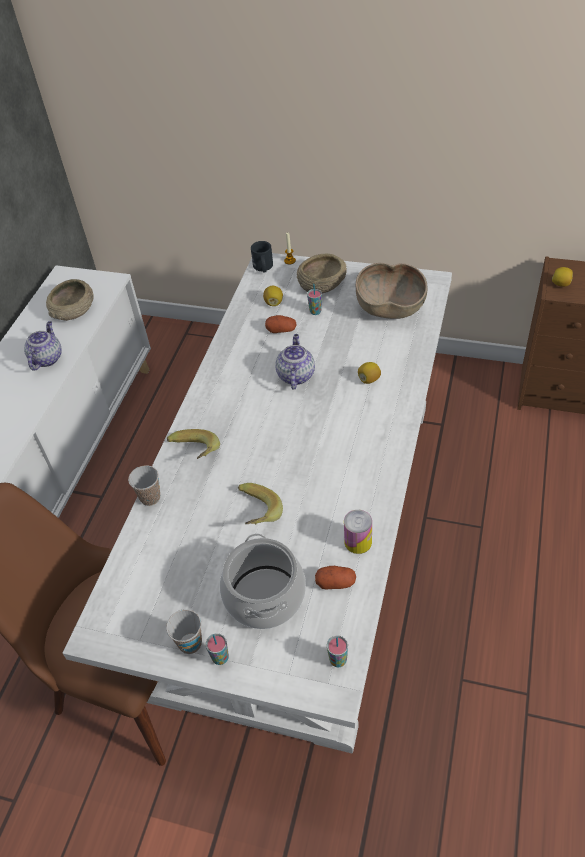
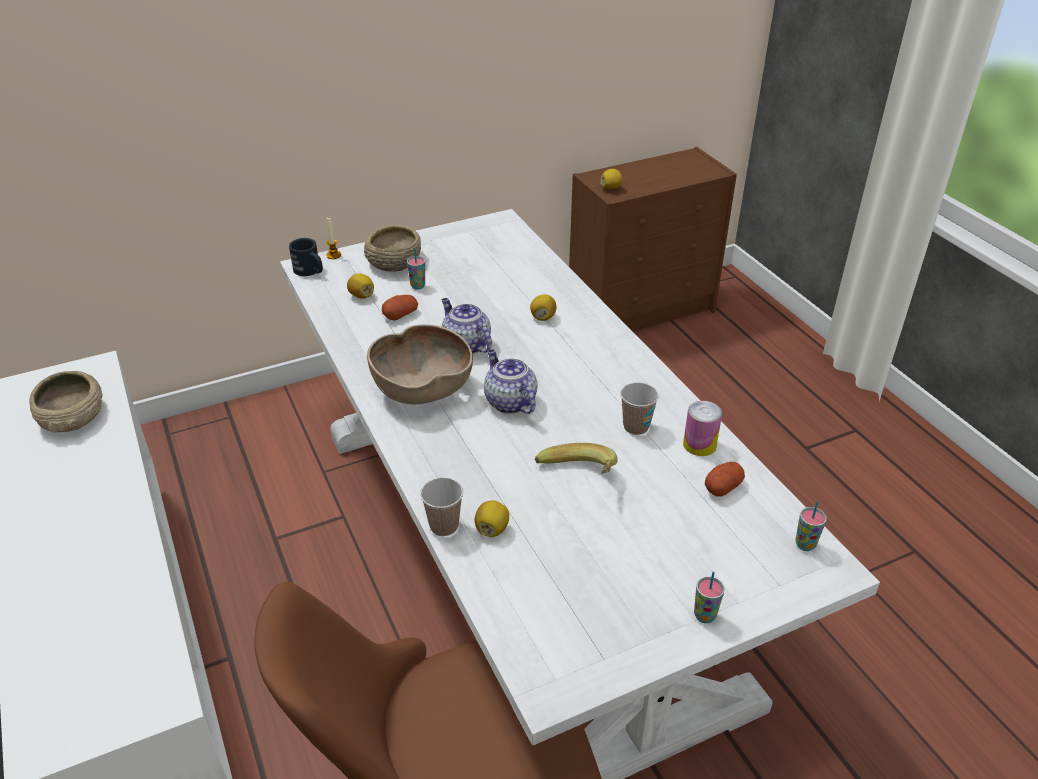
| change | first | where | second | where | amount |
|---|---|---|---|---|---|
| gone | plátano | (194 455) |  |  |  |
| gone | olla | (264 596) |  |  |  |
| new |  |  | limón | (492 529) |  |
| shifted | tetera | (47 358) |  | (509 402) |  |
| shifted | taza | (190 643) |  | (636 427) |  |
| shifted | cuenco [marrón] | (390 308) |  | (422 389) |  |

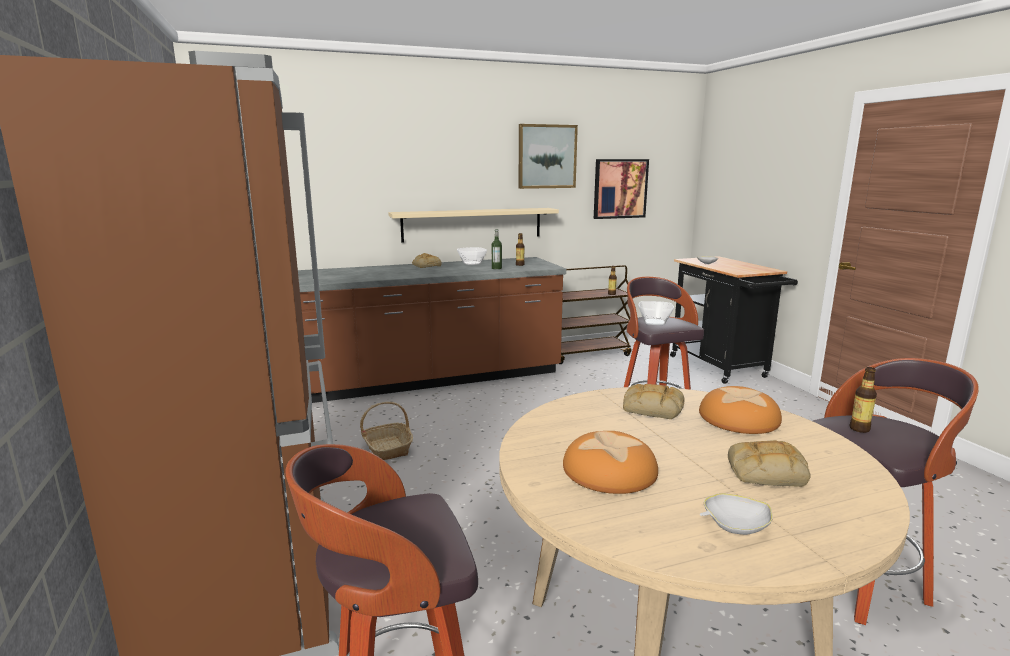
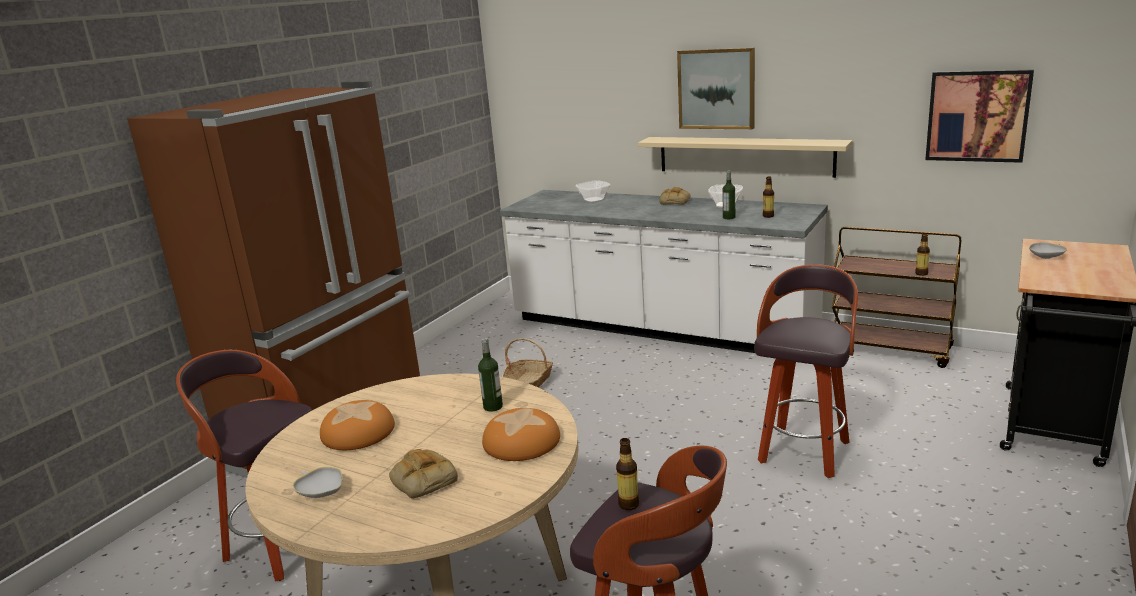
| change | first | where | second | where | amount |
|---|---|---|---|---|---|
| shifted | cuadro | (547 156) |  | (716 89) |  |
| shifted | cuenco | (655 322) |  | (593 200) |  |
| swapped | pan | (652 408) | botella | (493 407) |  |
| repainted | mueble bajo de cocina [marrón] | (425 380) | mueble bajo de cocina [blanco] | (660 328) |  |

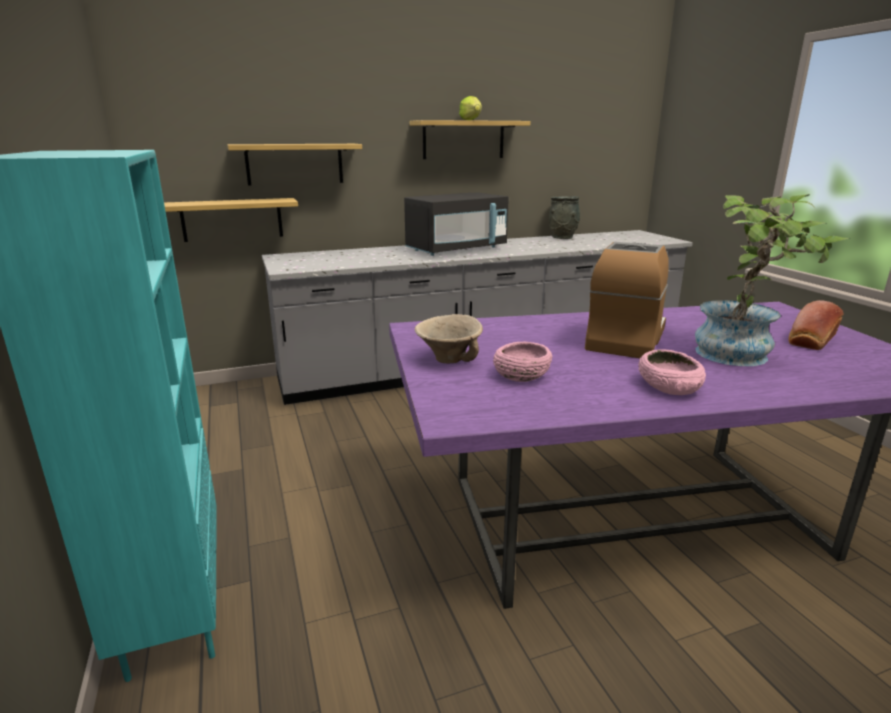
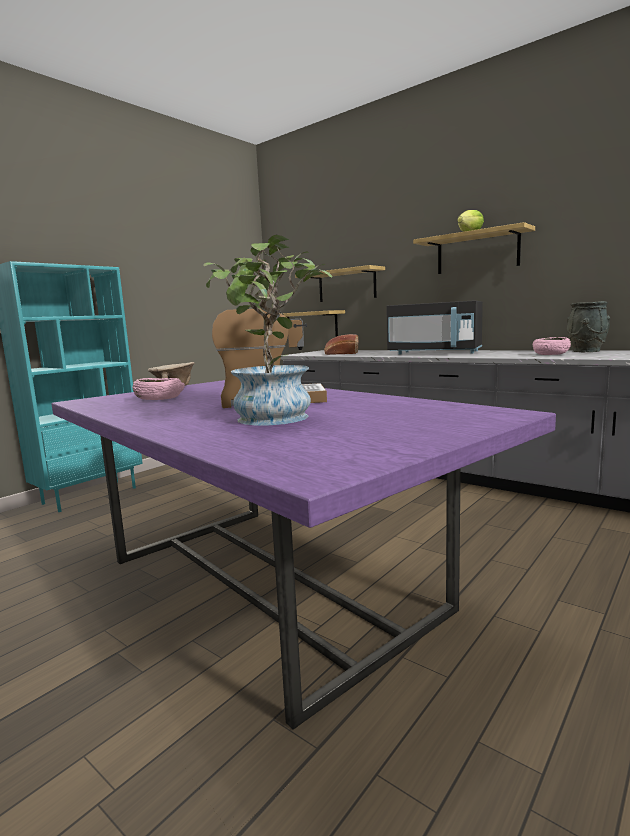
| change | first | where | second | where | amount |
|---|---|---|---|---|---|
| shifted | cuenco [rosa] | (669 386) |  | (551 354) |  |
| shifted | pan | (811 340) |  | (340 353) |  |

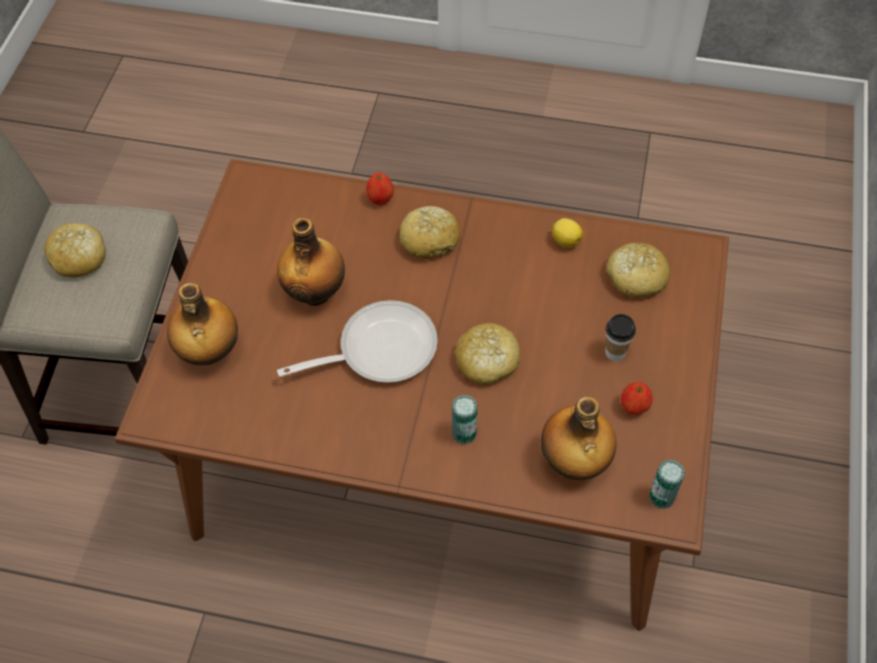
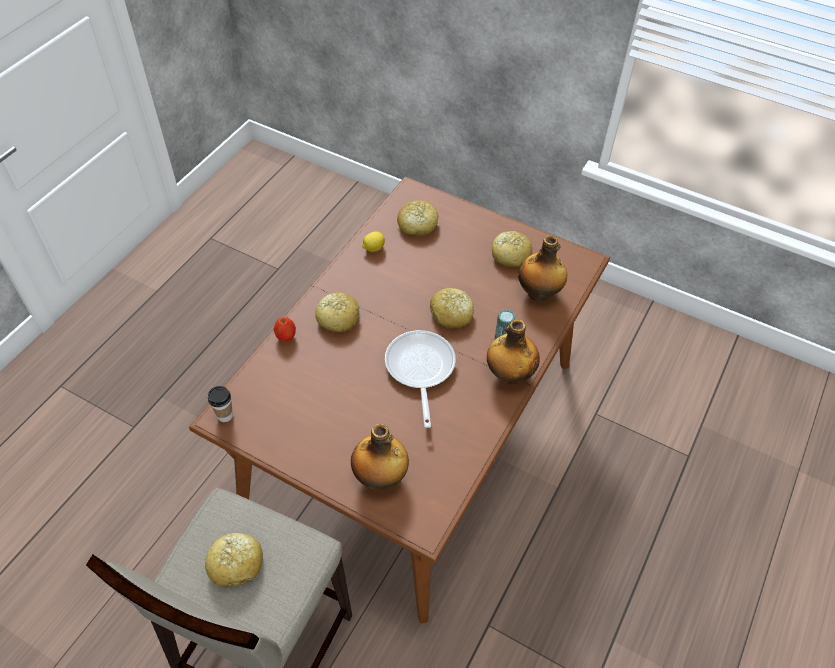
| change | first | where | second | where | amount |
|---|---|---|---|---|---|
| gone | lata | (661 497) |  |  |  |
| shifted | botella | (316 291) |  | (509 374) |  |
| shifted | taza | (615 352) |  | (225 415) |  |
| swapped | manzana | (633 407) | pan | (510 254) |  |

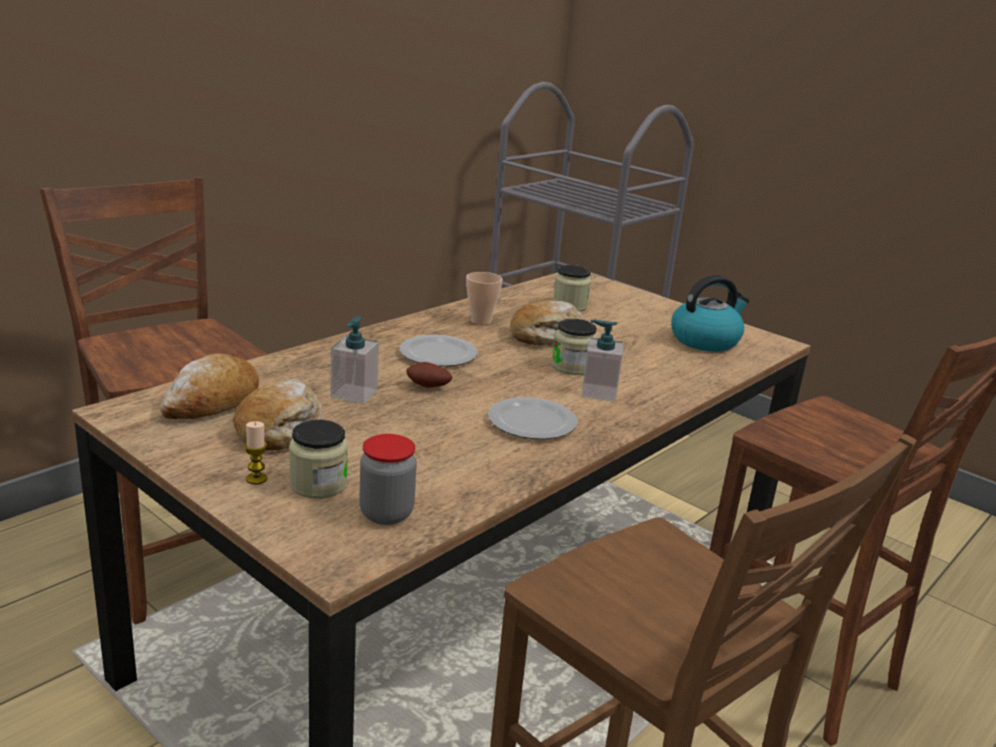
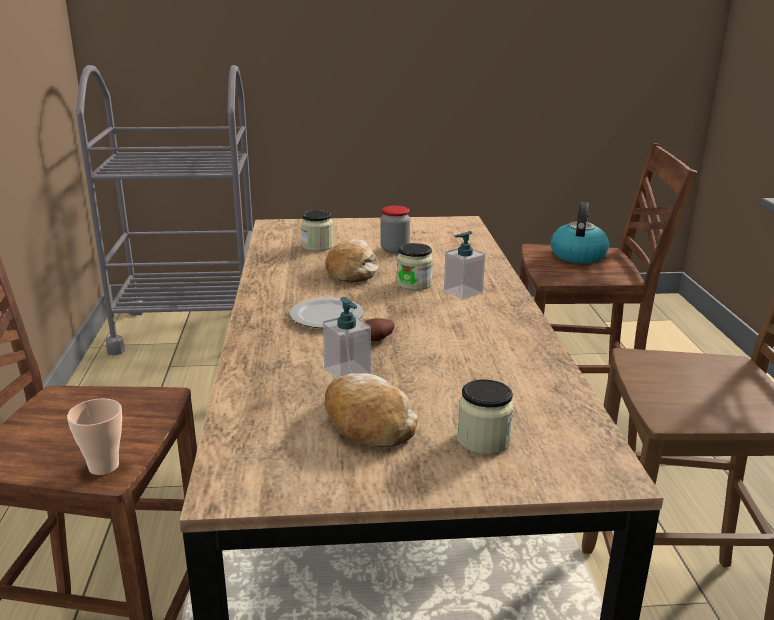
| change | first | where | second | where | amount |
|---|---|---|---|---|---|
| gone | pan | (212 402) |  |  |  |
| gone | vela | (256 479) |  |  |  |
| gone | plato | (531 421) |  |  |  |
| shifted | tarro | (386 513) |  | (394 250) |  |
| shifted | taza | (480 321) |  | (103 466) |  |
| shifted | hervidor | (705 340) |  | (577 255) |  |

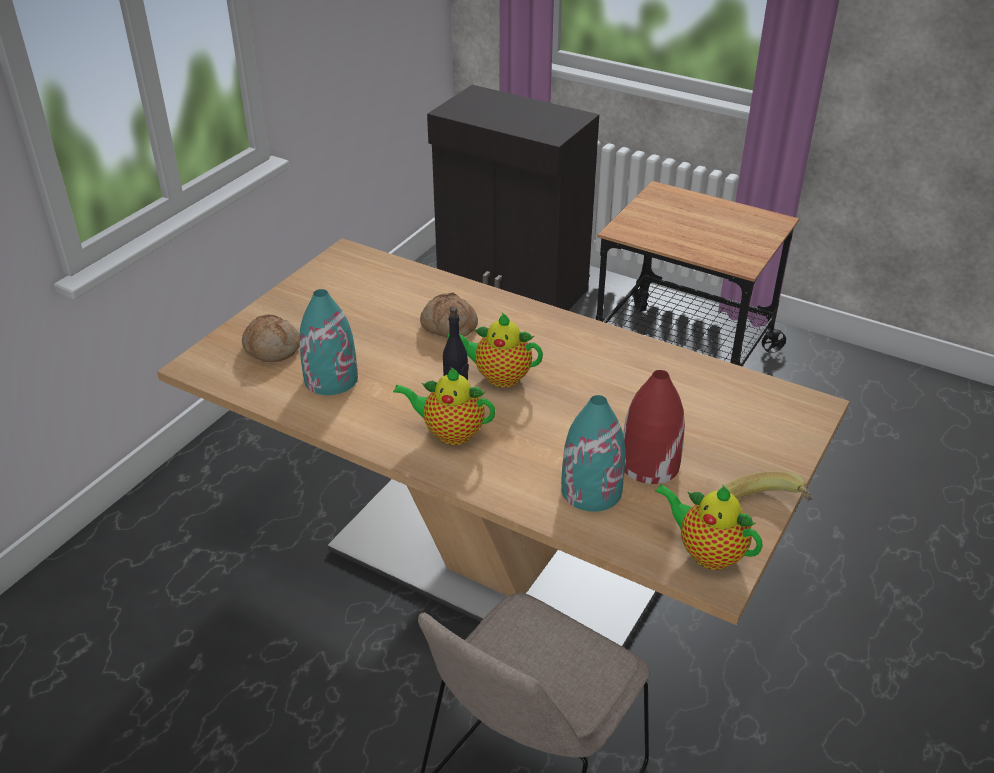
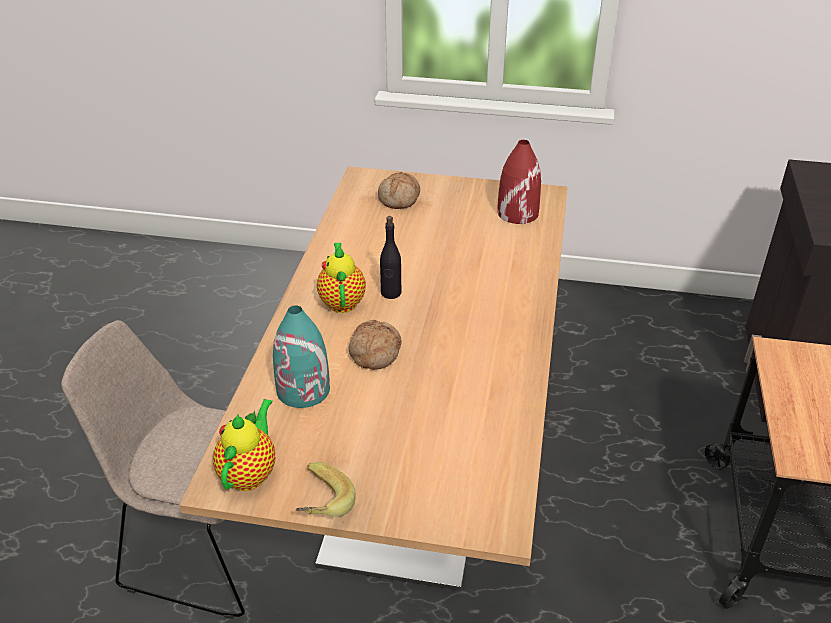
| change | first | where | second | where | amount |
|---|---|---|---|---|---|
| gone | florero [turquesa] | (331 379) |  |  |  |
| gone | tetera | (499 377) |  |  |  |
| shifted | pan | (448 326) |  | (374 352) |  |
| shifted | florero [rojo] | (649 464) |  | (517 213) |  |

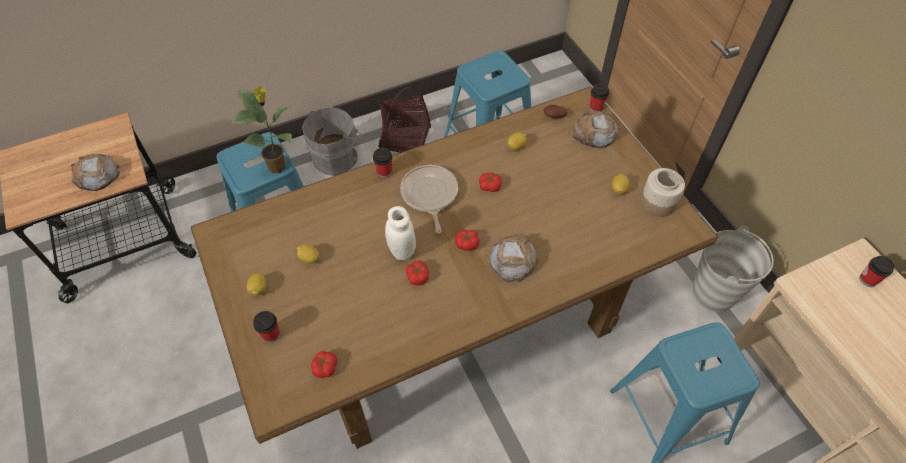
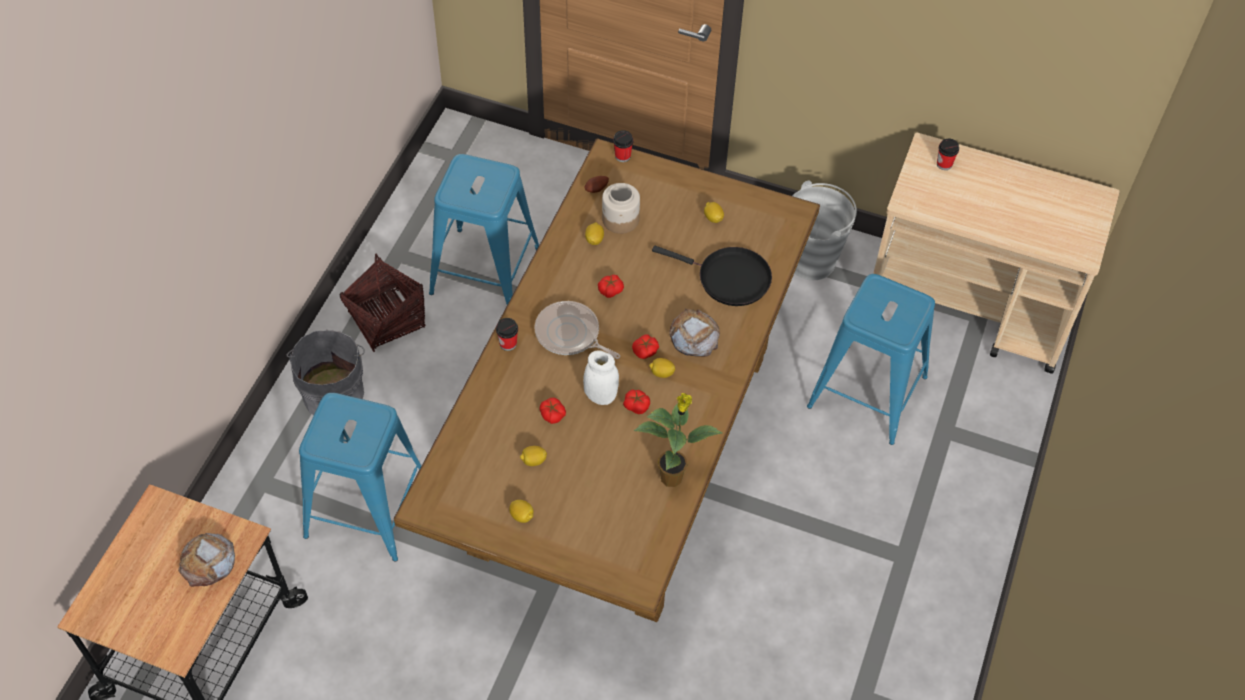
| change | first | where | second | where | amount |
|---|---|---|---|---|---|
| gone | taza | (271 334) |  |  |  |
| gone | pan | (594 133) |  |  |  |
| new |  |  | limón | (661 373) |  |
| new |  |  | sartén [negro] | (729 278) |  |
| shifted | planta en maceta | (278 167) |  | (672 476) |  |
| shifted | tomate | (325 367) |  | (552 414) |  |
| shifted | tarro | (657 202) |  | (620 220) |  |

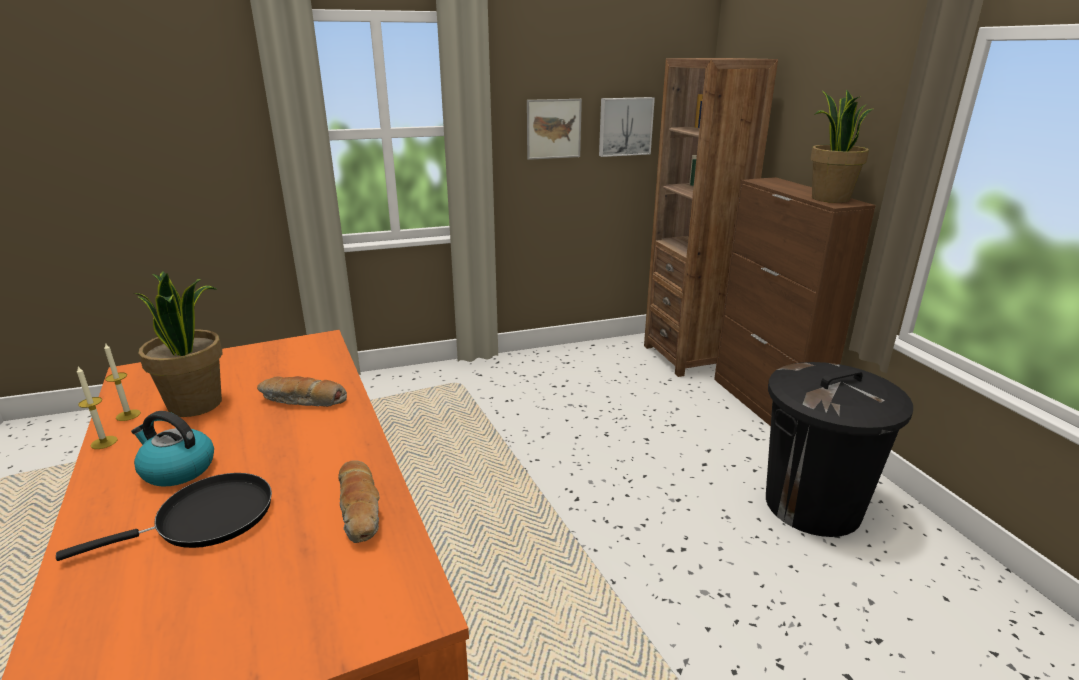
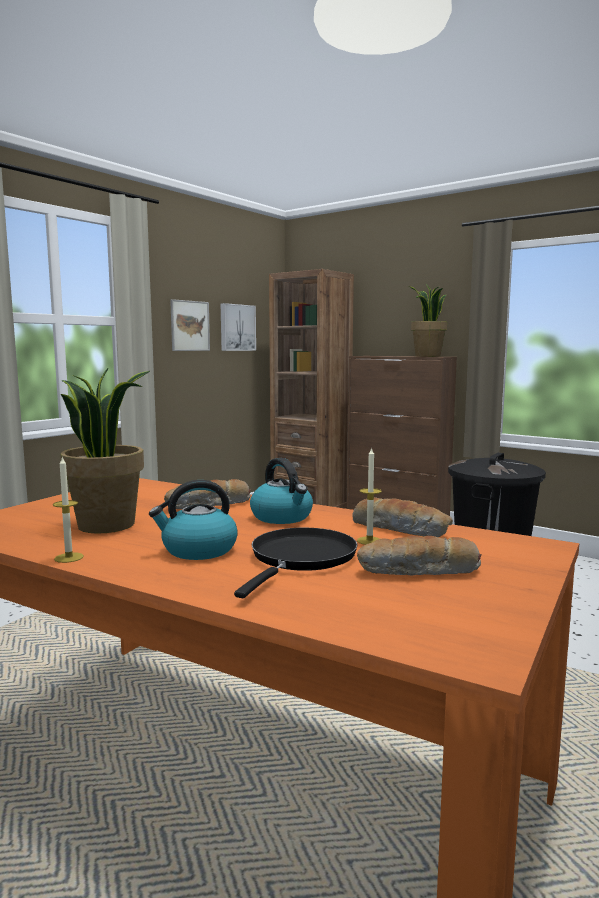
| change | first | where | second | where | amount |
|---|---|---|---|---|---|
| new |  |  | hervidor | (282 517) |  |
| new |  |  | pan | (419 572) |  |
| shifted | vela | (128 415) |  | (369 541) |  |

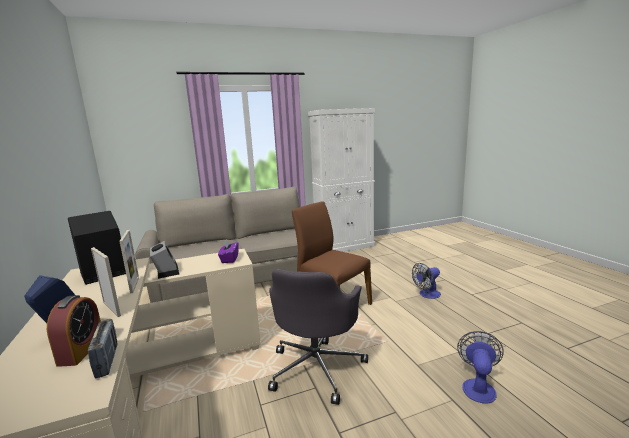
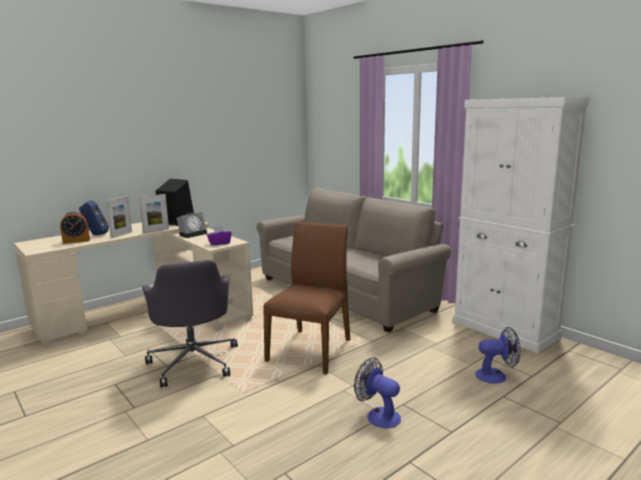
| change | first | where | second | where | amount |
|---|---|---|---|---|---|
| gone | radio | (107 360) |  |  |  |
| shifted | ventilador | (478 386) |  | (496 375) |  |
| rotated | silla de oficina [gris] | (317 367) |  | (194 361) | 105 degrees counterclockwise |

